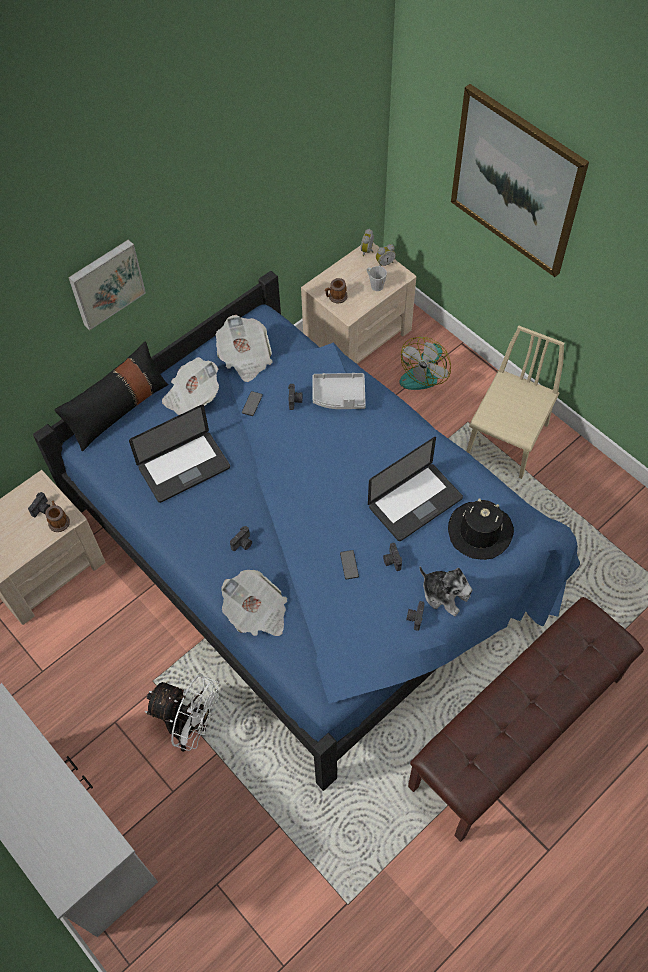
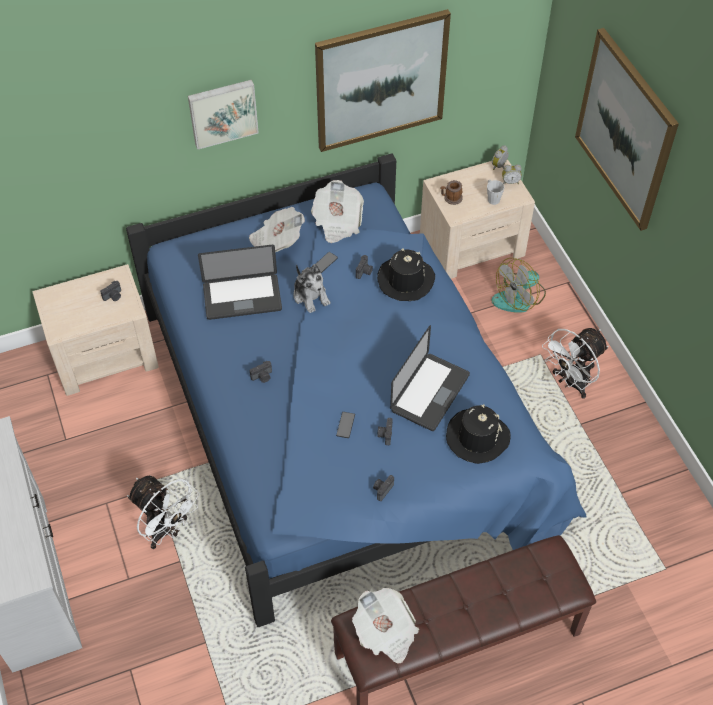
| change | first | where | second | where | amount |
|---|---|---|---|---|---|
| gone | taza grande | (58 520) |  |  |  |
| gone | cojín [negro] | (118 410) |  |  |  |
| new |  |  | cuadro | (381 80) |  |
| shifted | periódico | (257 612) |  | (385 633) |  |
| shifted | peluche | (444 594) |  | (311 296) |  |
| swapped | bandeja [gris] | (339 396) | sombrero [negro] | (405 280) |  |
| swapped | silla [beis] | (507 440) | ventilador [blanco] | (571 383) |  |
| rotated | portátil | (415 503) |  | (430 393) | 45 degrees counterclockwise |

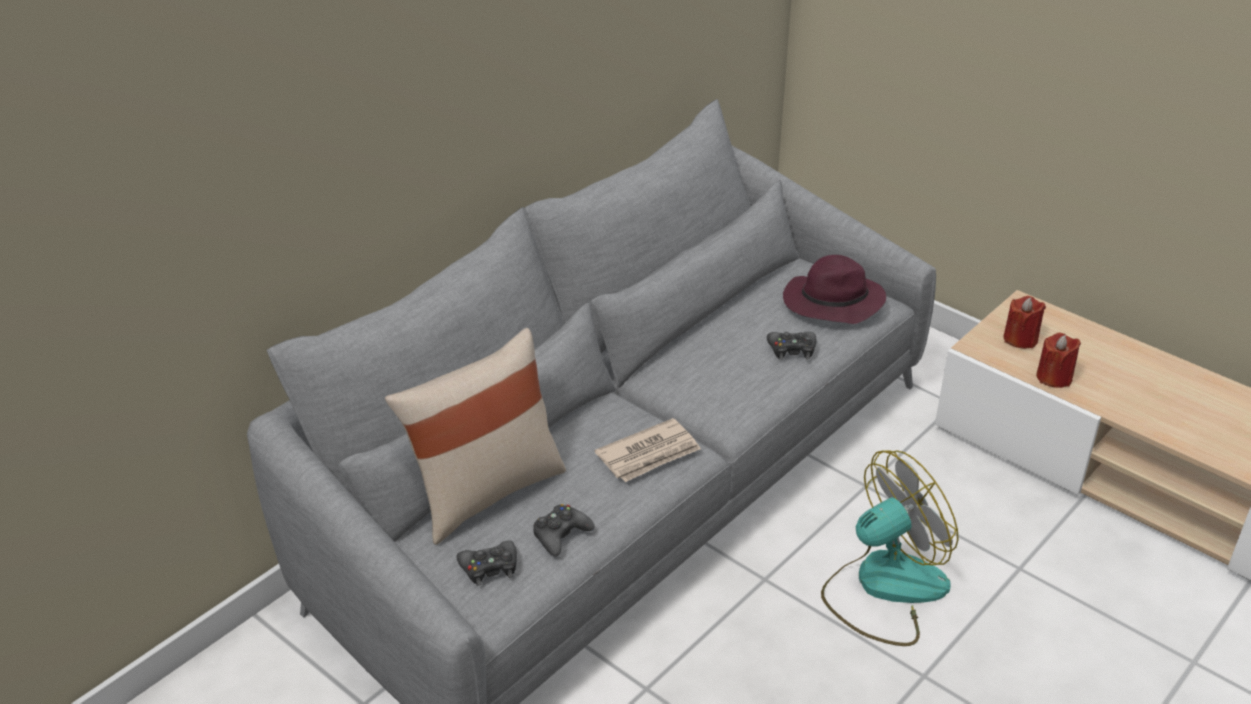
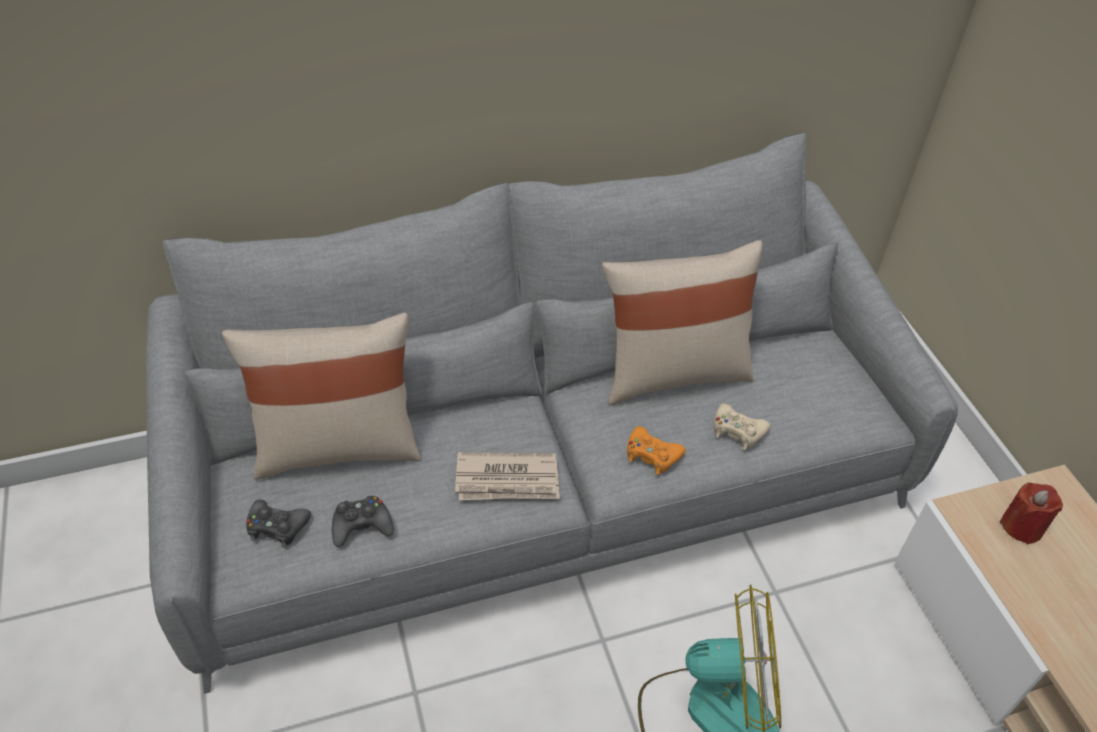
| change | first | where | second | where | amount |
|---|---|---|---|---|---|
| gone | sombrero [morado] | (831 303) |  |  |  |
| gone | vela [rojo] | (1054 377) |  |  |  |
| new |  |  | cojín [beis] | (673 372) |  |
| new |  |  | mando de consola [naranja] | (652 455) |  |
| repainted | mando de consola [negro] | (792 350) | mando de consola [beis] | (737 431) |  |

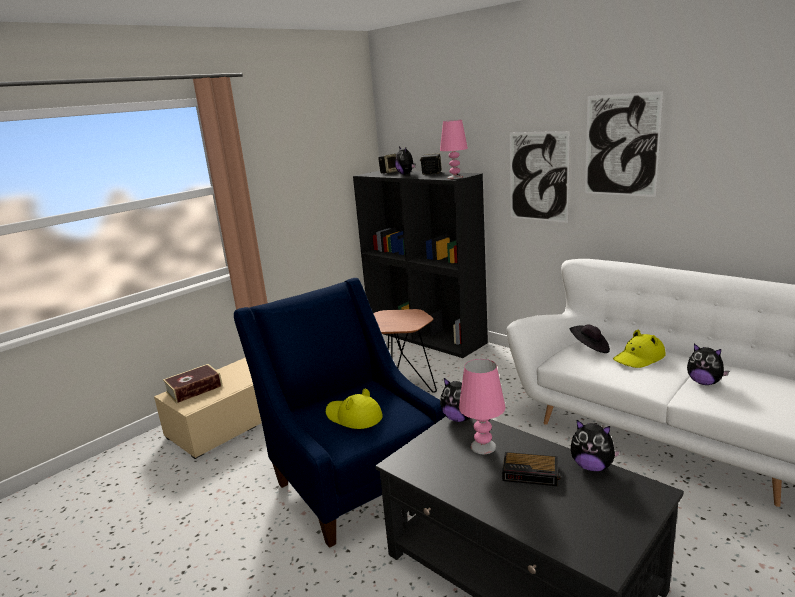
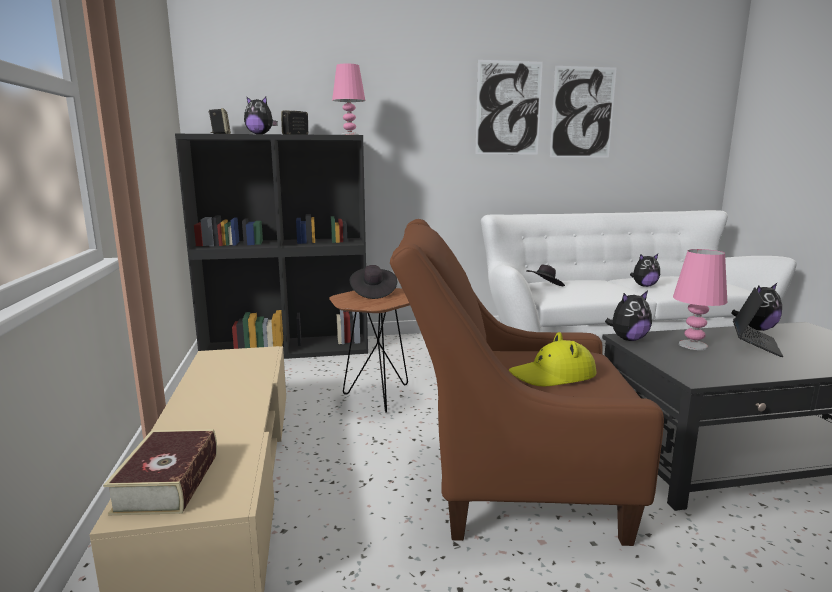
| change | first | where | second | where | amount |
|---|---|---|---|---|---|
| gone | sombrero [amarillo] | (639 358) |  |  |  |
| new |  |  | sombrero [negro] | (373 293) |  |
| shifted | cuadro | (538 177) |  | (582 113) |  |
| swapped | despertador | (531 473) | portátil | (755 344) |  |
| repainted | sillón [azul] | (353 478) | sillón [marrón] | (507 482) |  |

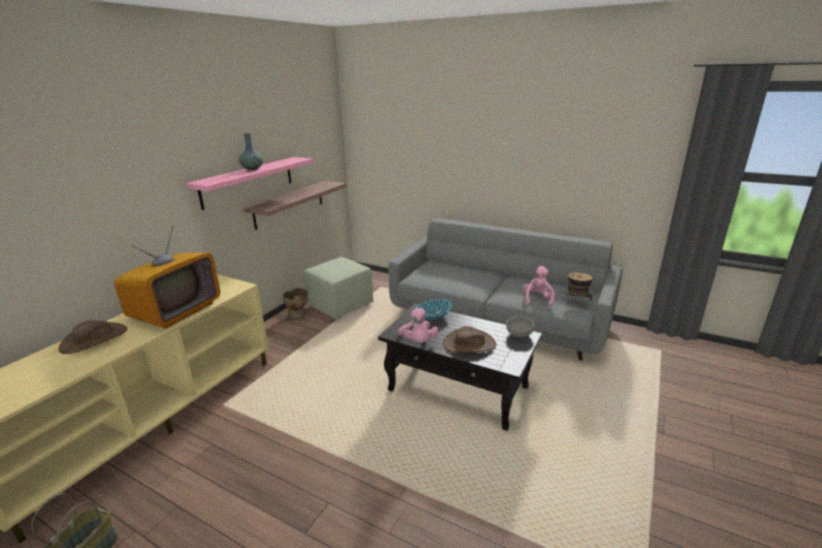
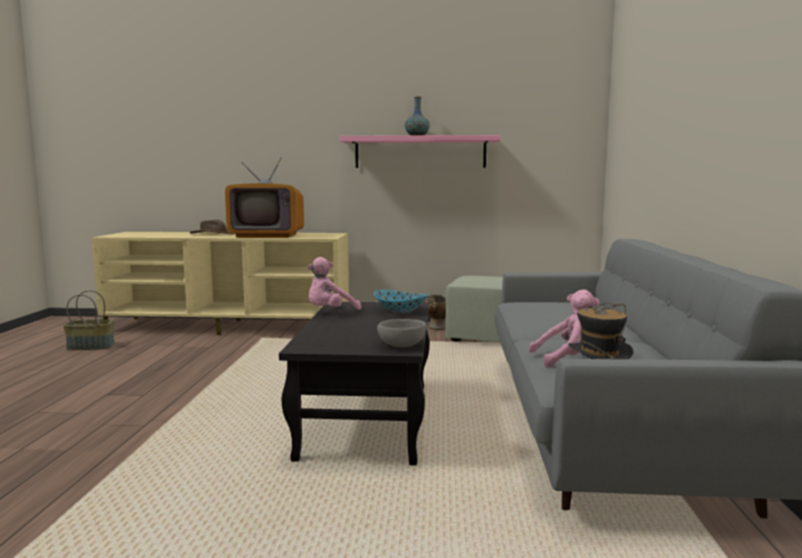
| change | first | where | second | where | amount |
|---|---|---|---|---|---|
| gone | estante | (289 204) |  |  |  |
| gone | sombrero [marrón] | (469 344) |  |  |  |

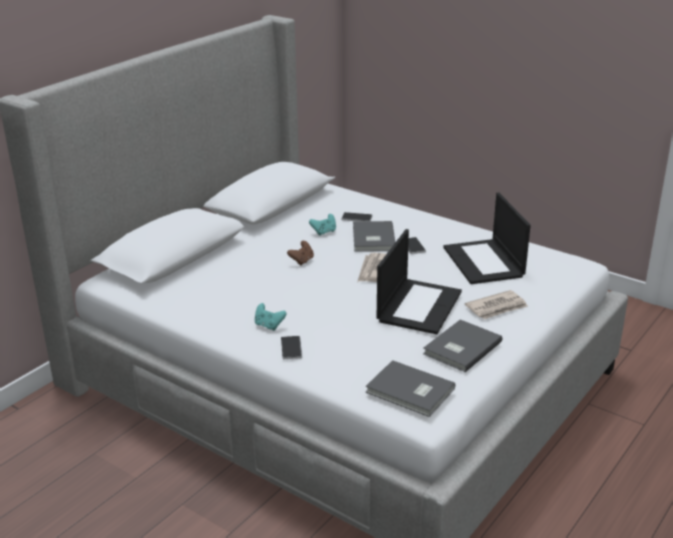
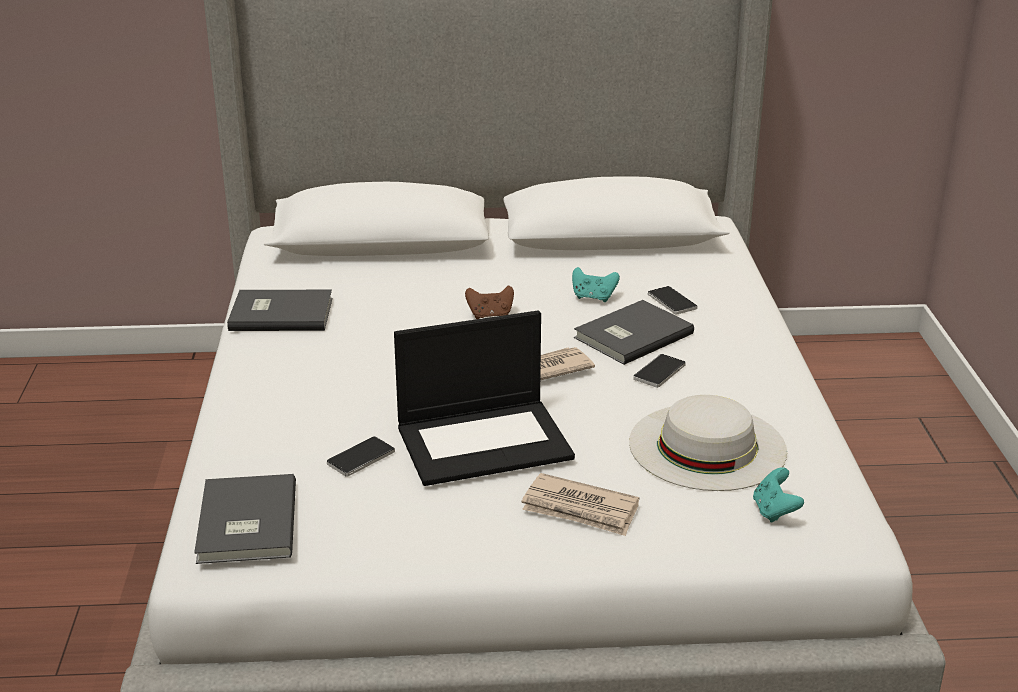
| change | first | where | second | where | amount |
|---|---|---|---|---|---|
| shifted | mando de consola [turquesa] | (269 325) |  | (774 511) |  |
| shifted | móvil | (291 348) |  | (361 458) |  |
| shifted | libro [gris] | (460 347) |  | (280 313) |  |
| swapped | portátil | (484 262) | sombrero [blanco] | (707 446) |  |

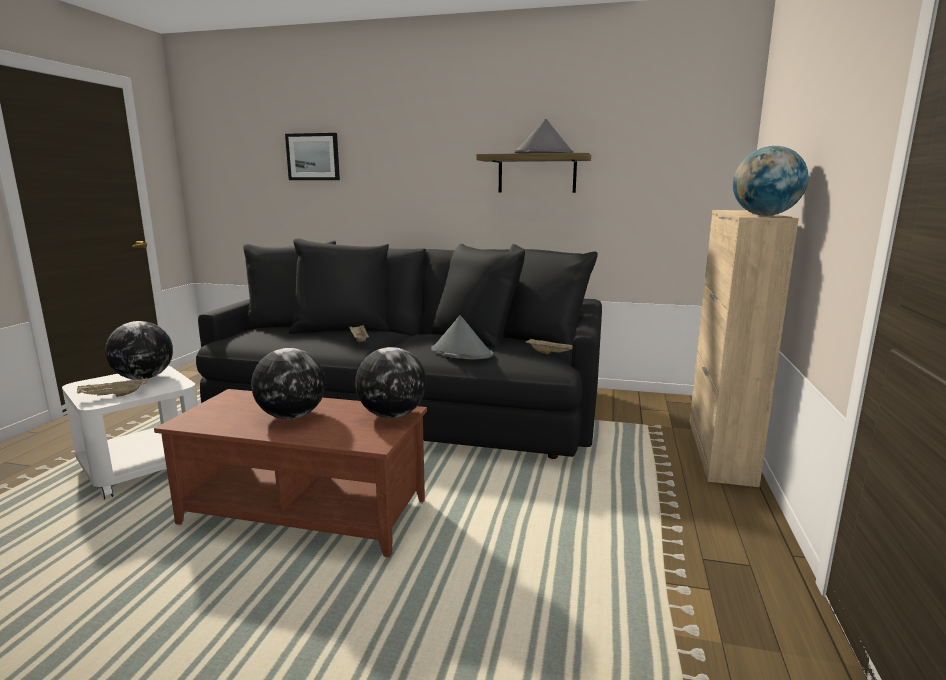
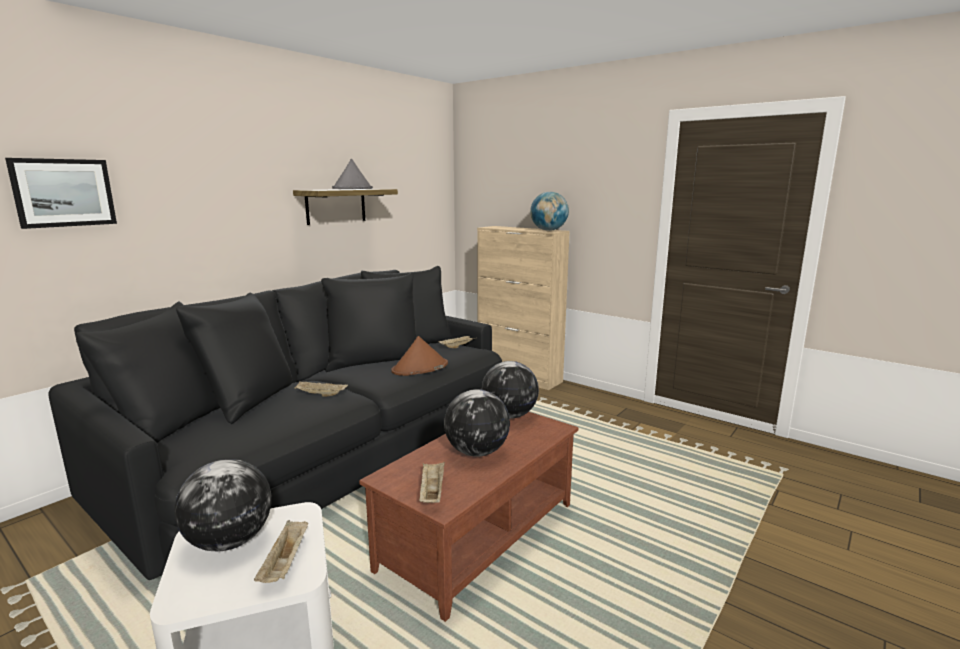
| change | first | where | second | where | amount |
|---|---|---|---|---|---|
| new |  |  | bandeja [beis] | (432 492) |  |
| repainted | sombrero [gris] | (461 353) | sombrero [marrón] | (420 368) |  |

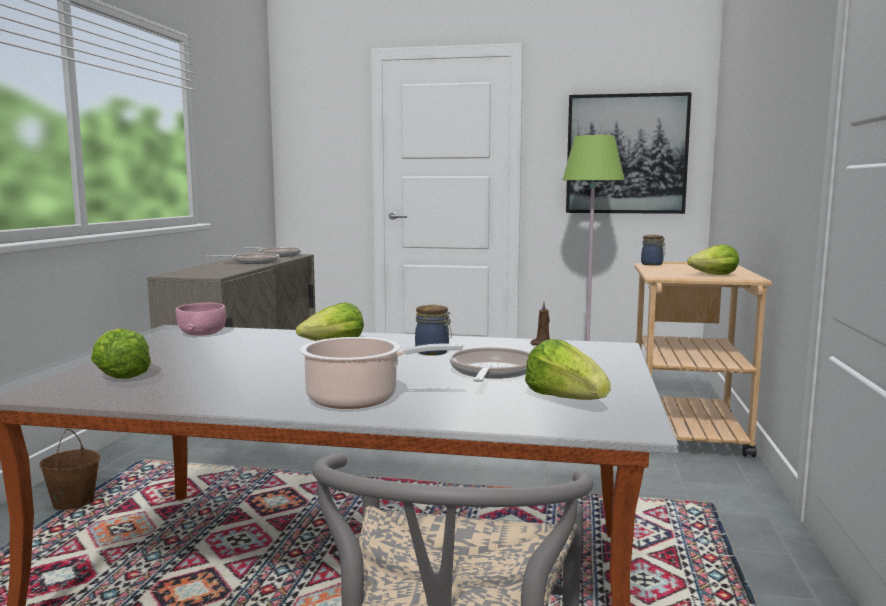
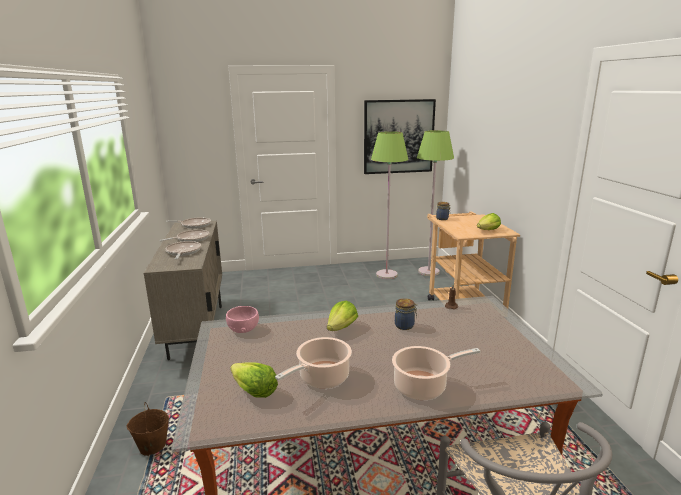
| change | first | where | second | where | amount |
|---|---|---|---|---|---|
| gone | lechuga | (565 400) |  |  |  |
| new |  |  | olla | (321 378) |  |
| new |  |  | lámpara de pie [verde] | (428 272) |  |
| shifted | sartén | (491 372) |  | (183 252) |  |

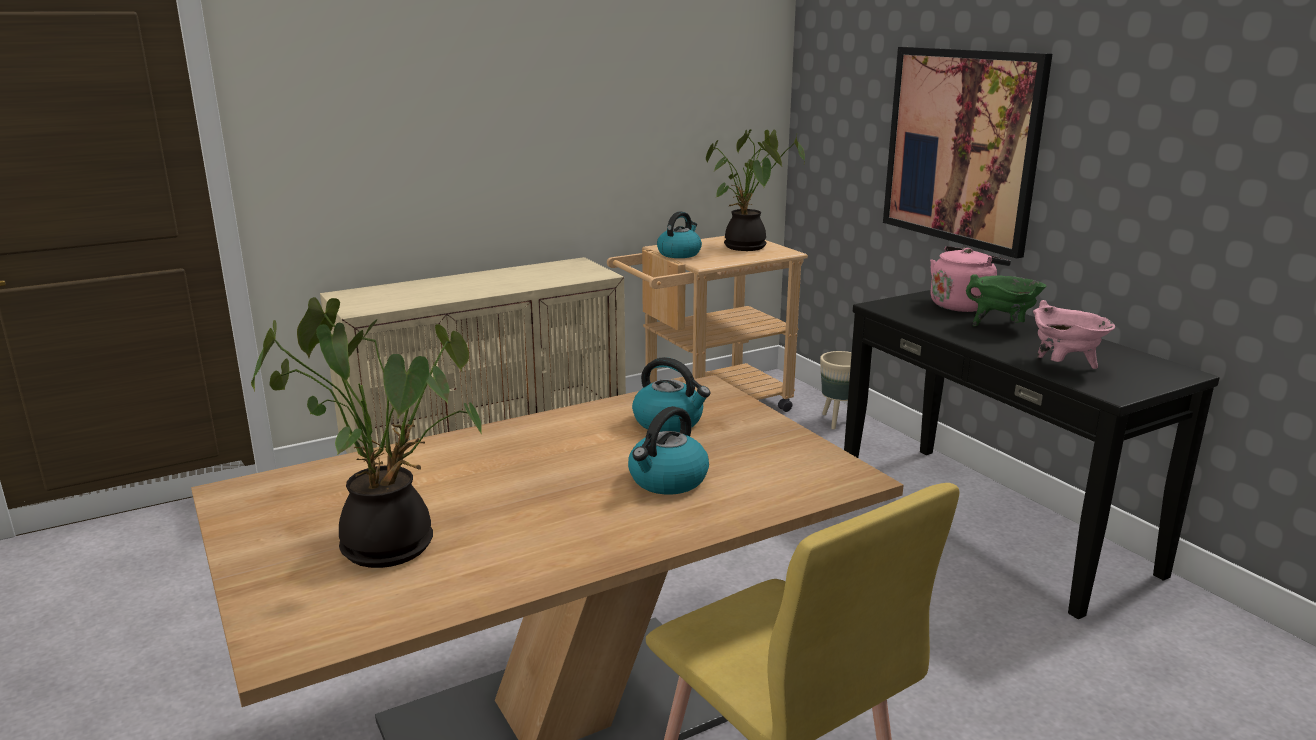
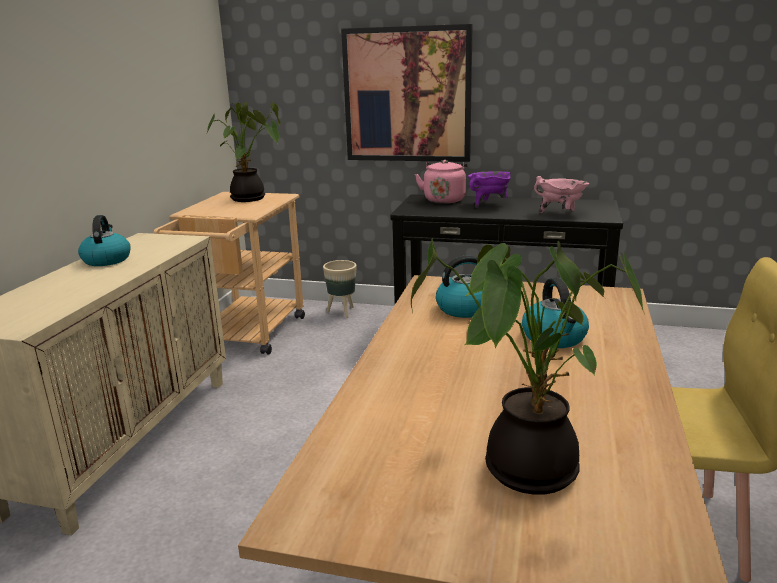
| change | first | where | second | where | amount |
|---|---|---|---|---|---|
| shifted | hervidor | (679 253) |  | (106 260) |  |
| repainted | olla [verde] | (1002 326) | olla [morado] | (489 204) |  |

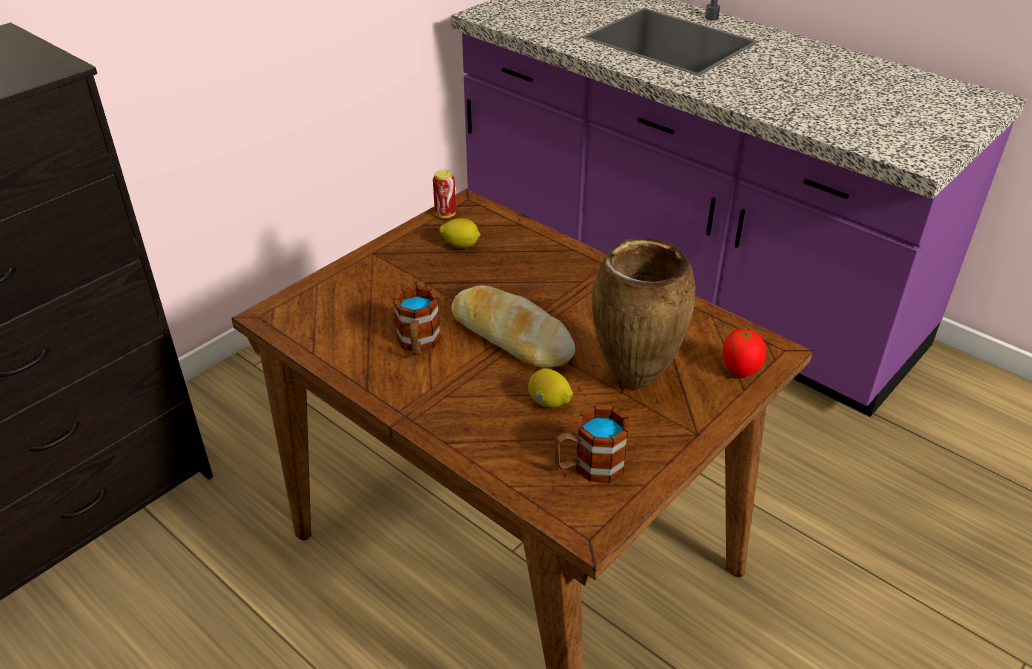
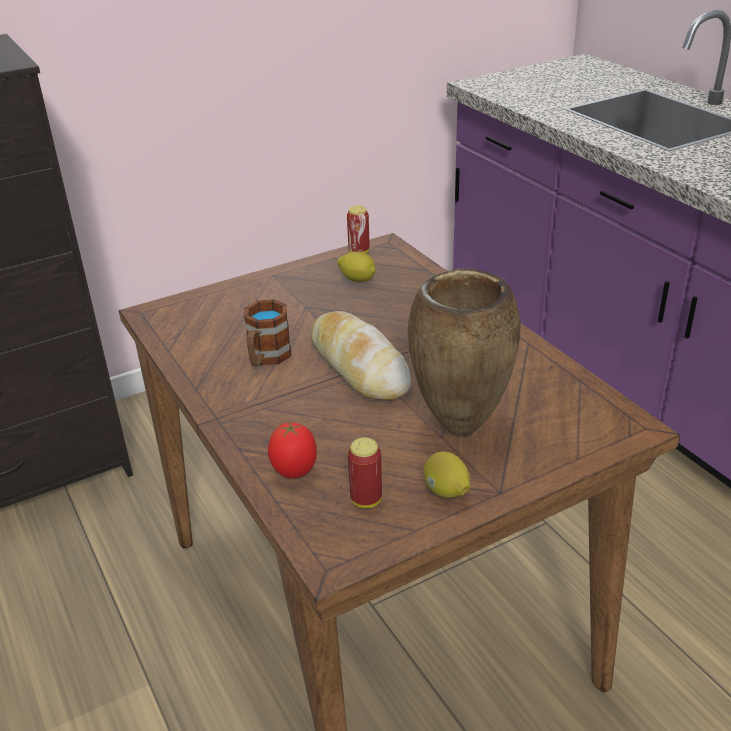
| change | first | where | second | where | amount |
|---|---|---|---|---|---|
| shifted | limón | (549 402) |  | (446 492) |  |
| shifted | tomate | (740 371) |  | (295 472) |  |
| swapped | taza grande | (589 466) | lata | (366 500) |  |

